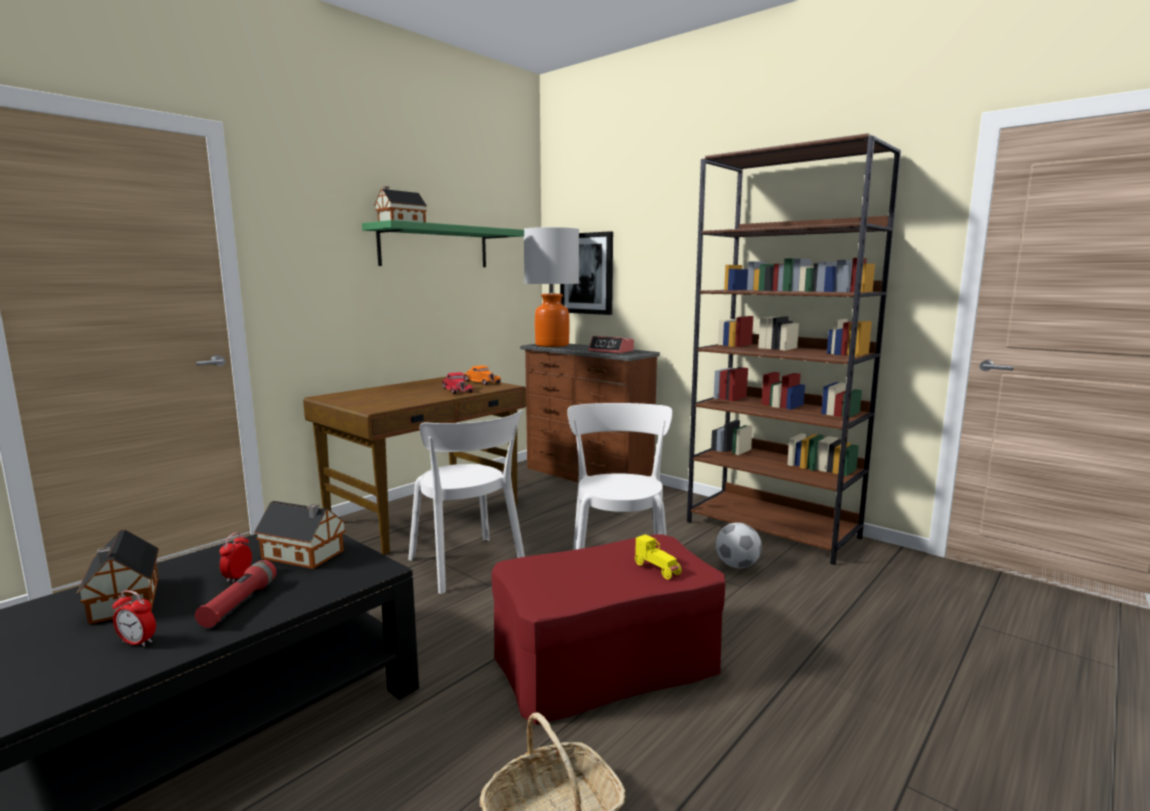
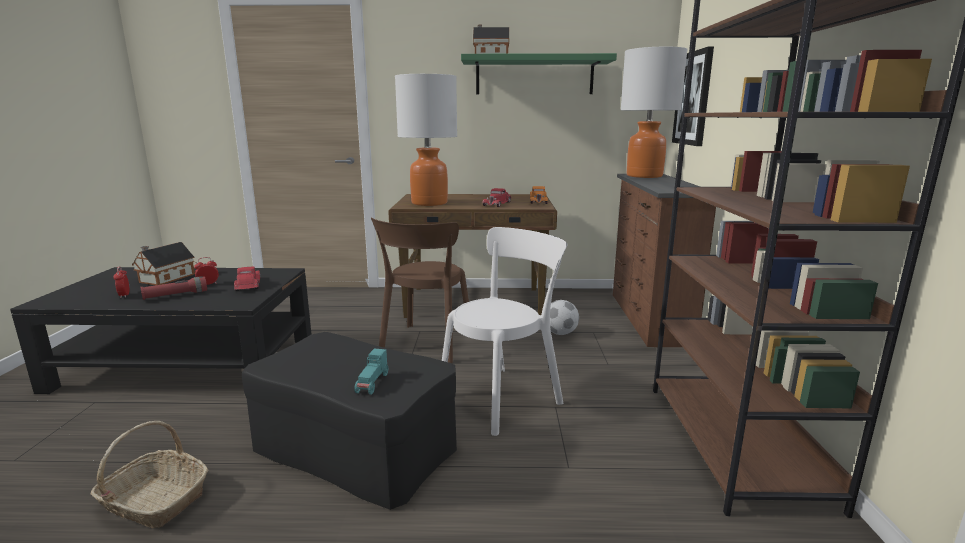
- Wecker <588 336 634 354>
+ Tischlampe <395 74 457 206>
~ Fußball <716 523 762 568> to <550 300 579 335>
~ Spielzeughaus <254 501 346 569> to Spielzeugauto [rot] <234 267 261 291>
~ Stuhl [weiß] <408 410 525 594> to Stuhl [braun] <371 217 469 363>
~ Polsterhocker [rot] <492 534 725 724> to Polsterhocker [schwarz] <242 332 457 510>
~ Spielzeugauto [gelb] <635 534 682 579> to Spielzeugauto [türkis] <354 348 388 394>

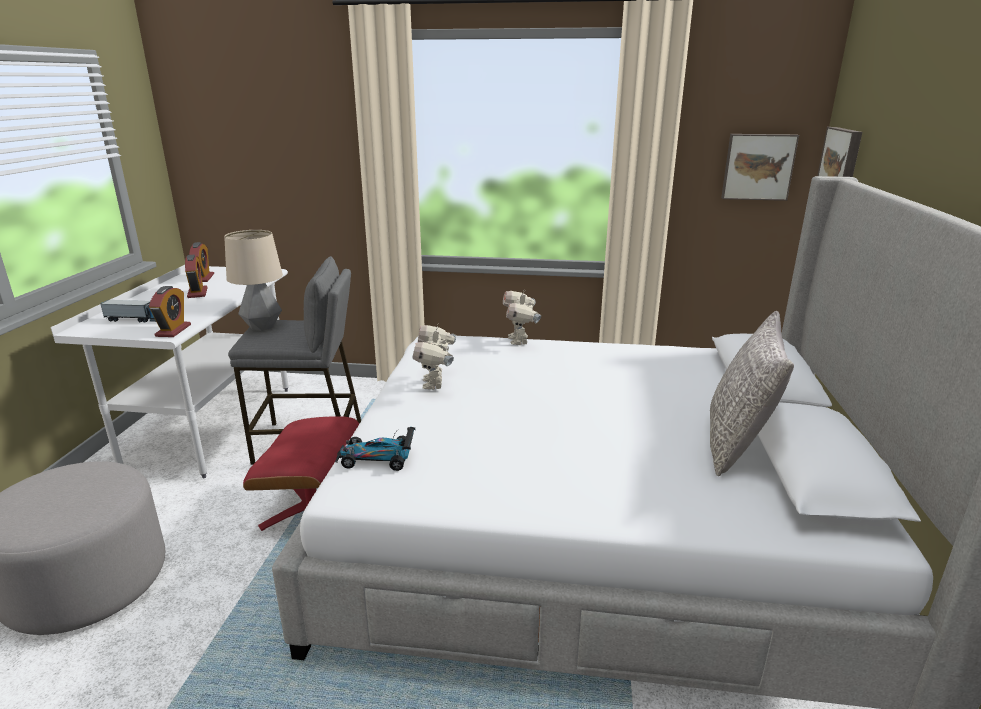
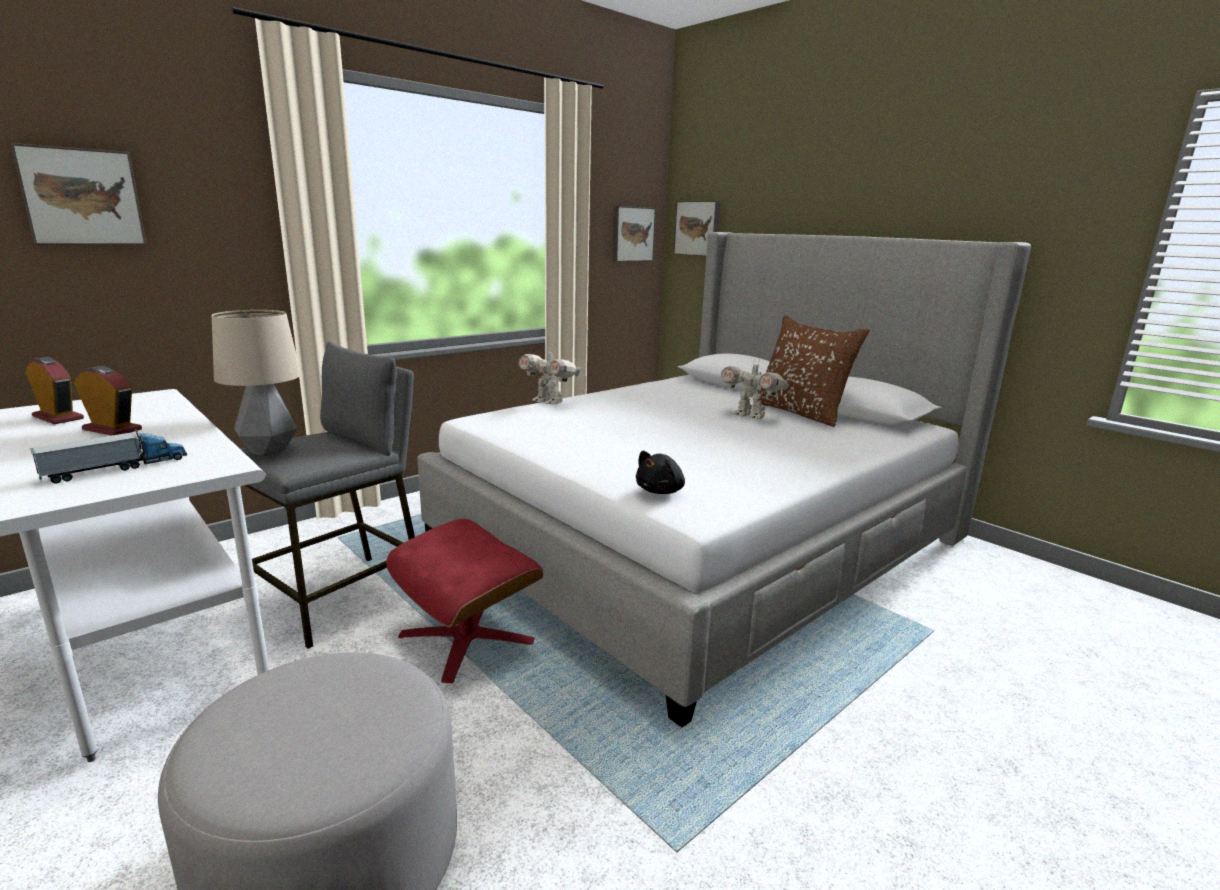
- Wecker <149 286 191 337>
+ Bild <11 143 147 245>
~ Spielzeugroboter <412 325 456 390> to <721 360 788 419>
~ Spielzeugauto <335 427 415 471> to Plüschtier [schwarz] <636 451 685 494>
~ Kissen [grau] <710 311 794 476> to Kissen [braun] <759 315 870 427>

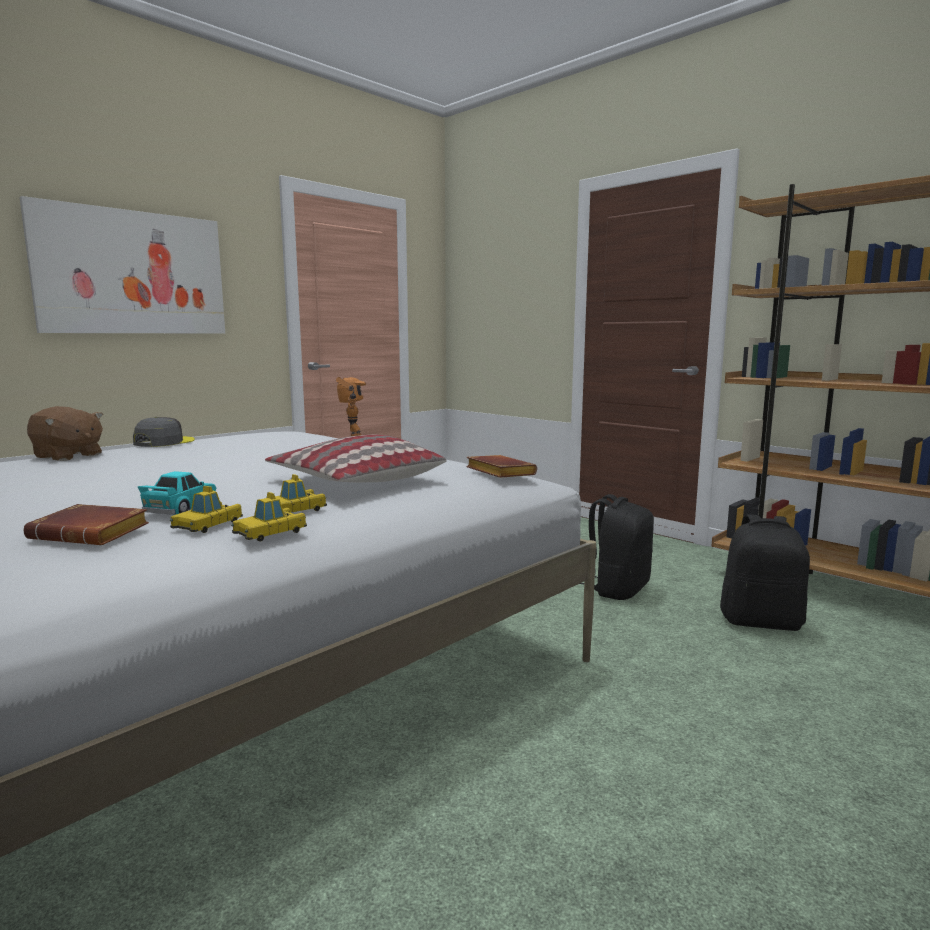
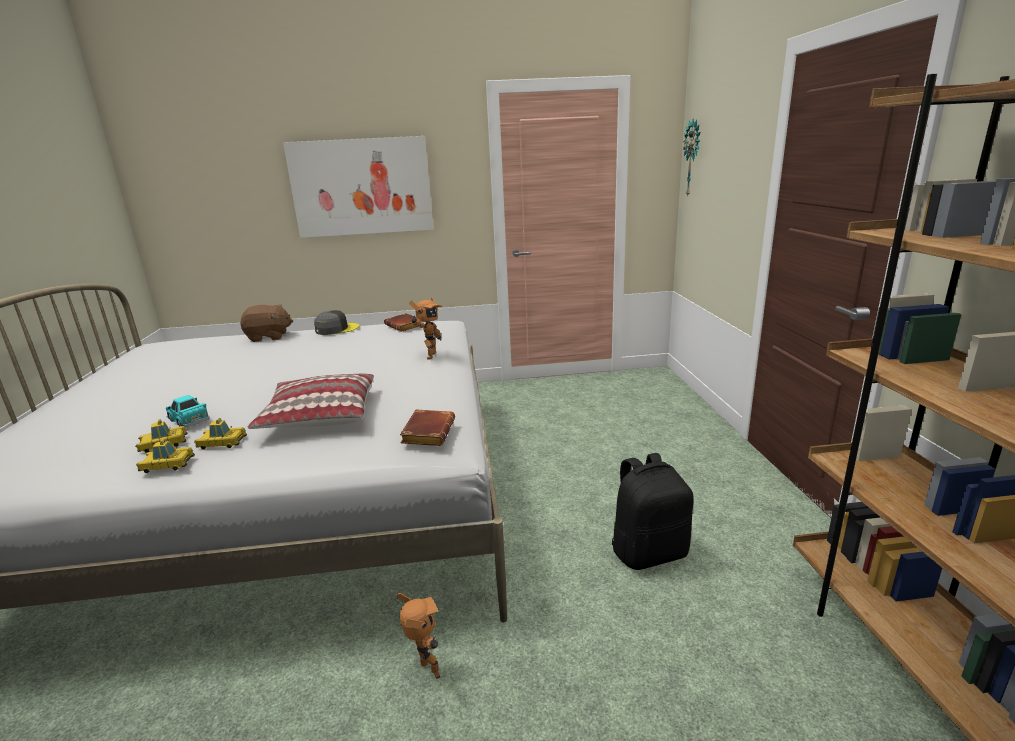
- Rucksack [schwarz] <720 514 810 631>
+ Spielzeugroboter <397 593 440 679>
+ Wanduhr <683 119 700 198>
~ Buch [braun] <24 504 149 545> to <384 313 419 332>
~ Plüschtier [braun] <27 406 103 461> = <240 305 293 342> 75 degrees counterclockwise
~ Spielzeugauto [türkis] <138 471 216 515> = <166 395 210 428> 105 degrees counterclockwise

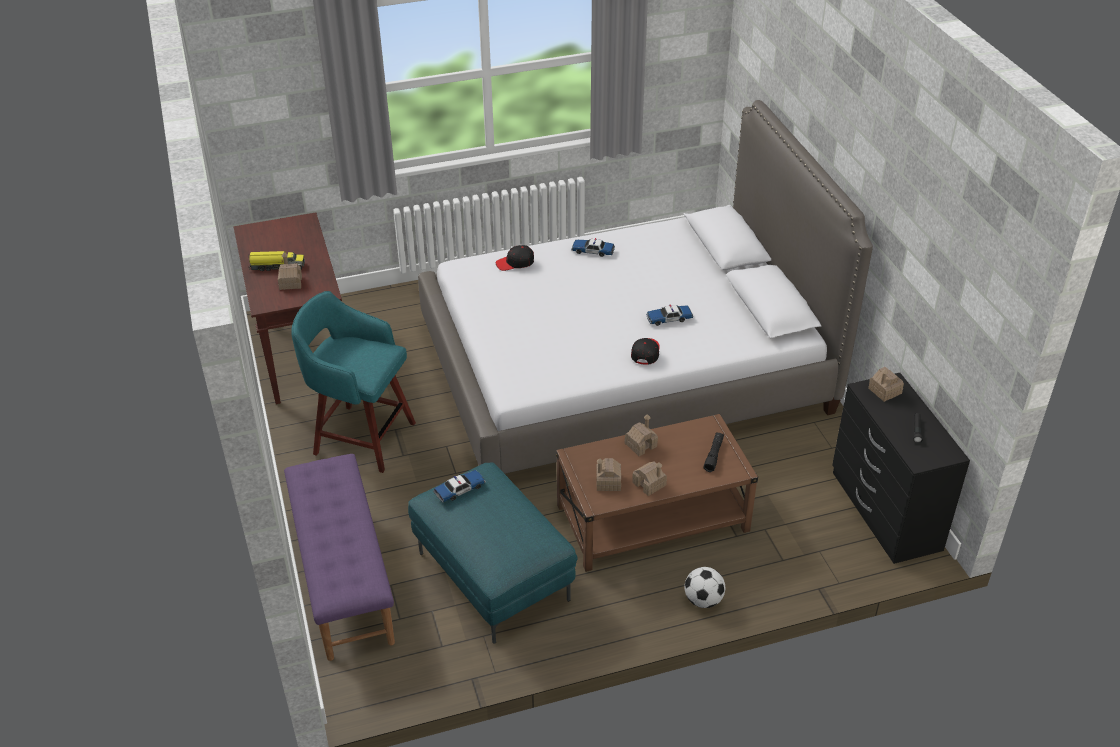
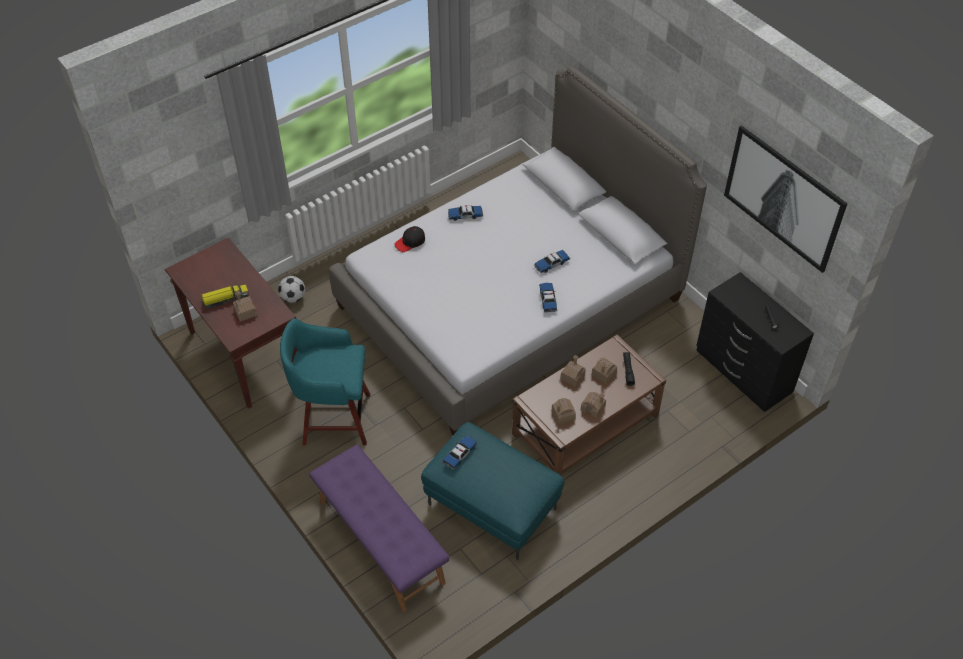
+ Bild <724 125 848 273>
~ Fußball <684 567 725 608> to <278 276 305 303>
~ Spielzeughaus <868 367 904 402> to <592 358 617 384>
~ Kappe [schwarz] <631 338 660 365> to Spielzeugauto <539 283 557 312>

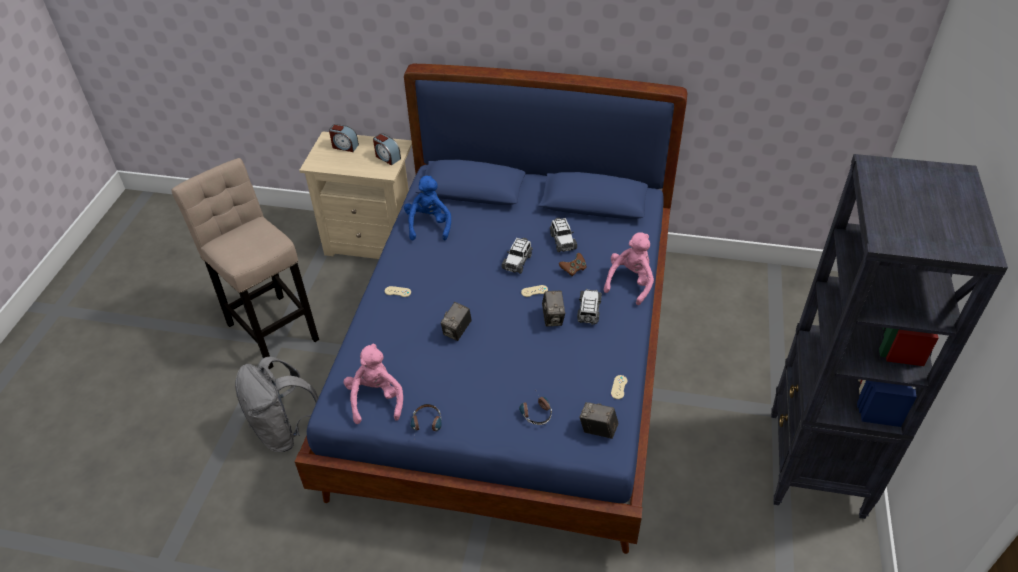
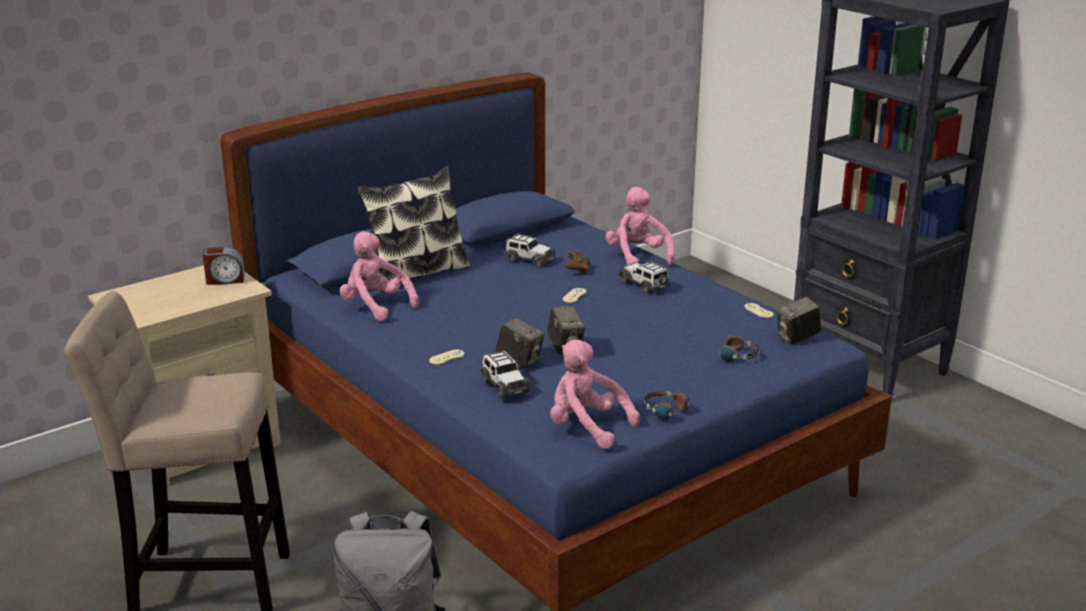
- Wecker <329 124 359 152>
+ Kissen <357 166 470 292>
~ Spielzeugauto <501 238 533 274> to <480 350 531 399>
~ Kamera <542 291 565 327> to <495 317 545 368>
~ Plüschtier [blau] <404 176 451 240> to Plüschtier [rosa] <340 231 419 321>

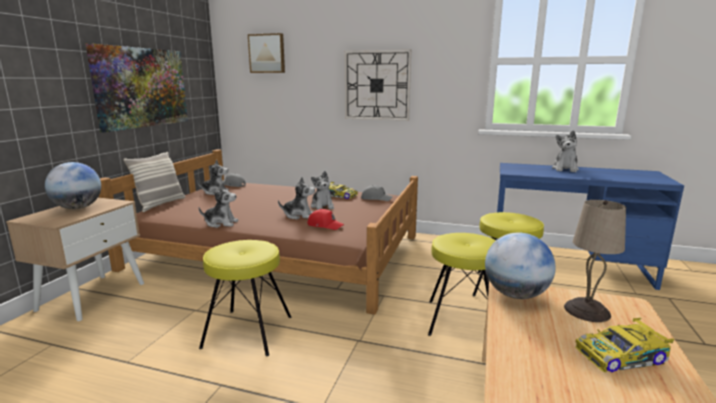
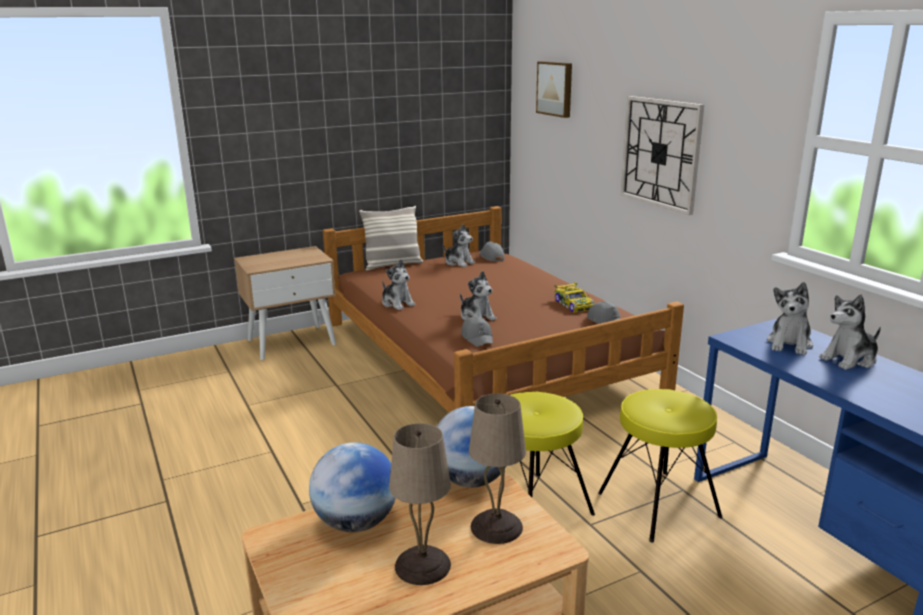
- Bild <85 43 188 132>
- Hocker [gelb] <199 240 291 356>
~ Globus <45 162 101 209> to <309 442 396 532>
~ Plüschtier <311 171 334 210> to <767 282 813 355>
~ Spielzeugauto <575 317 674 373> to Tischlampe [beige] <389 423 451 585>
~ Kappe [rot] <307 209 344 230> to Kappe [grau] <461 316 493 347>

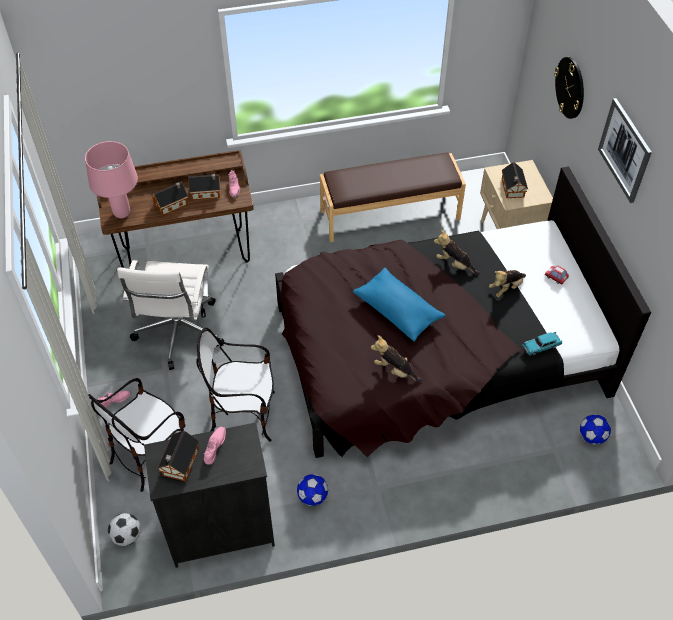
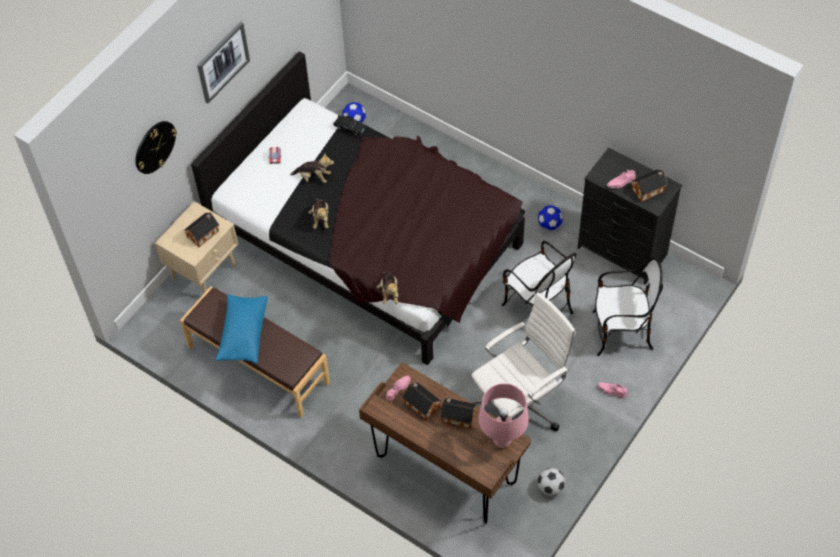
~ Fußball <108 513 141 546> to <537 468 565 496>
~ Kissen [blau] <353 268 446 342> to <216 294 268 364>
~ Plüschtier <371 335 422 383> to <377 272 399 304>
~ Spielzeugauto [türkis] <523 332 562 356> to Spielzeugauto [schwarz] <333 115 366 135>

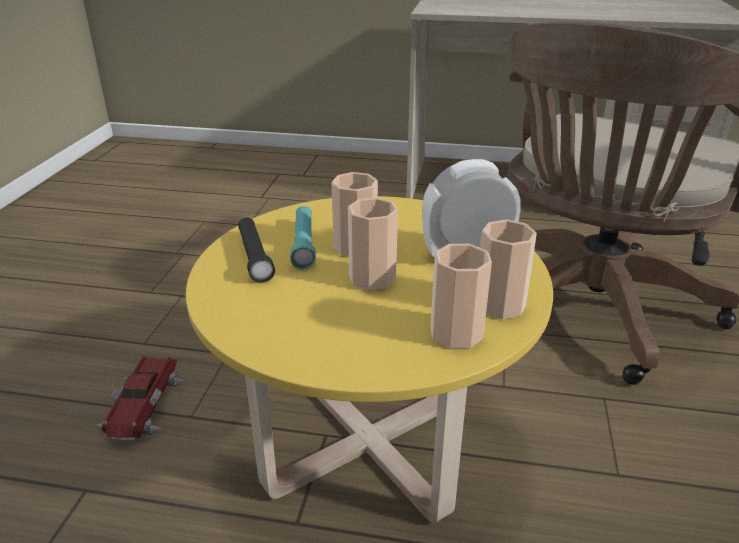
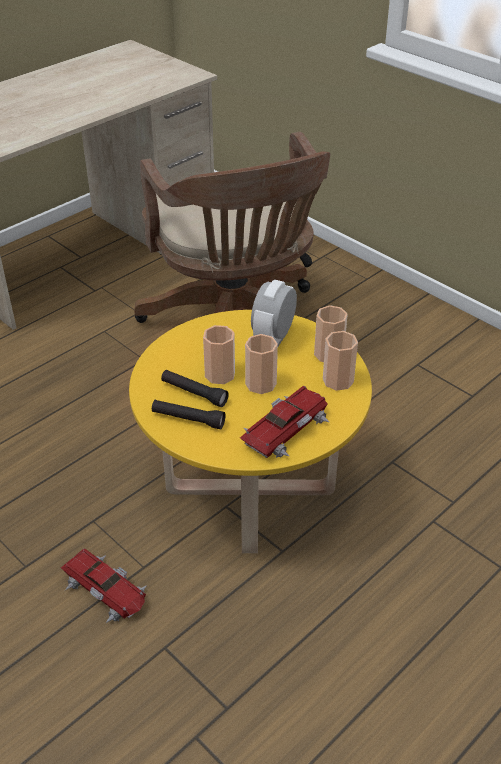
+ Spielzeugauto <240 386 329 458>
~ Taschenlampe [türkis] <290 206 316 270> to Taschenlampe [schwarz] <161 370 229 407>

